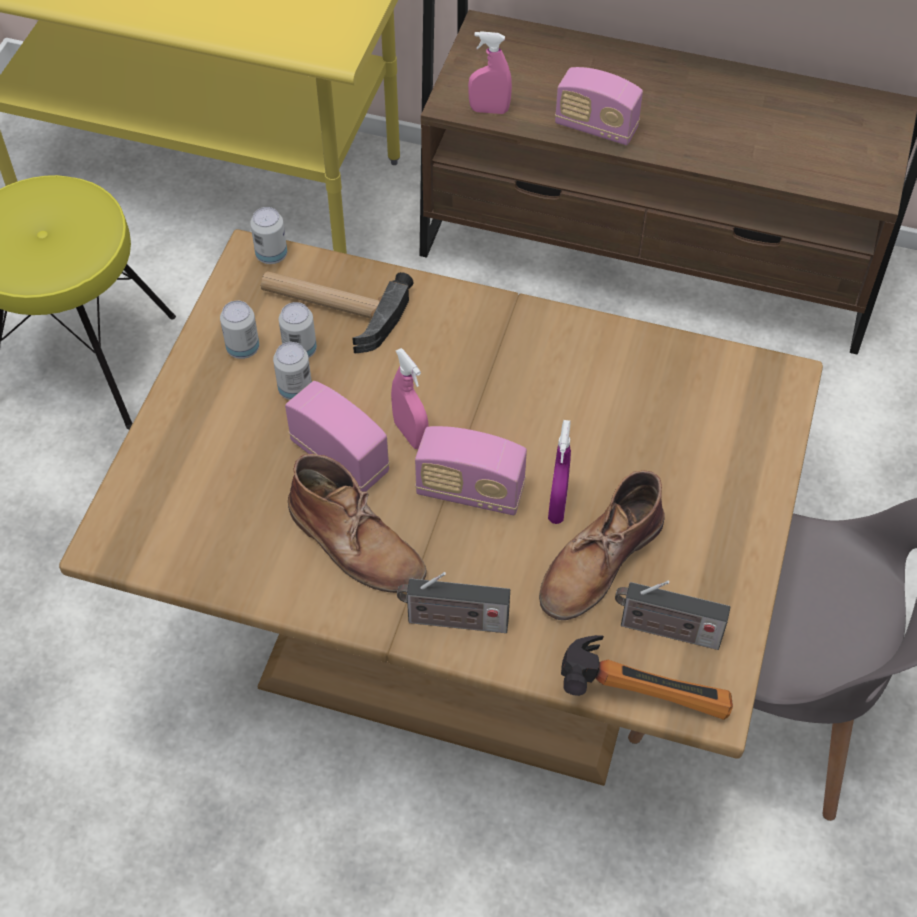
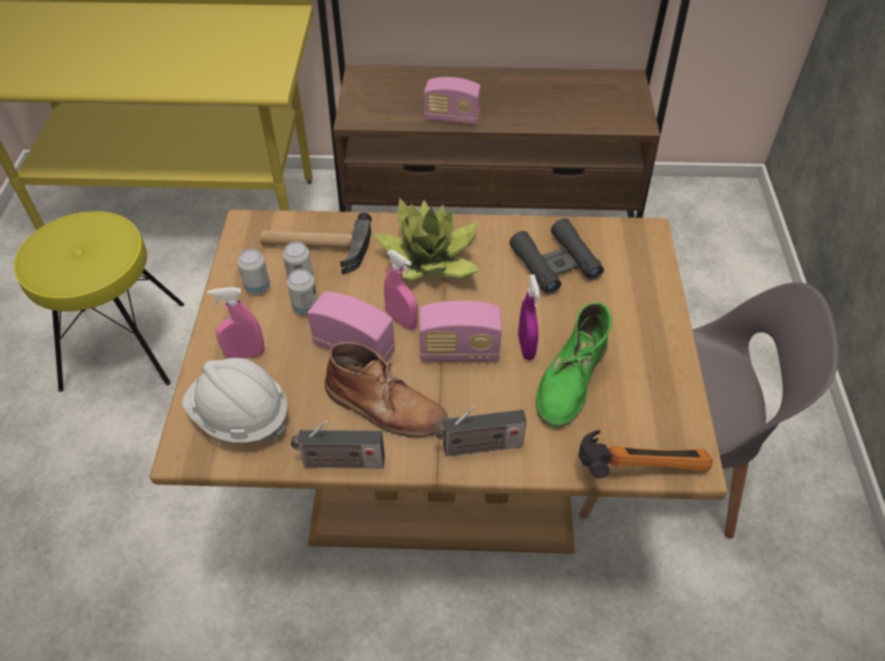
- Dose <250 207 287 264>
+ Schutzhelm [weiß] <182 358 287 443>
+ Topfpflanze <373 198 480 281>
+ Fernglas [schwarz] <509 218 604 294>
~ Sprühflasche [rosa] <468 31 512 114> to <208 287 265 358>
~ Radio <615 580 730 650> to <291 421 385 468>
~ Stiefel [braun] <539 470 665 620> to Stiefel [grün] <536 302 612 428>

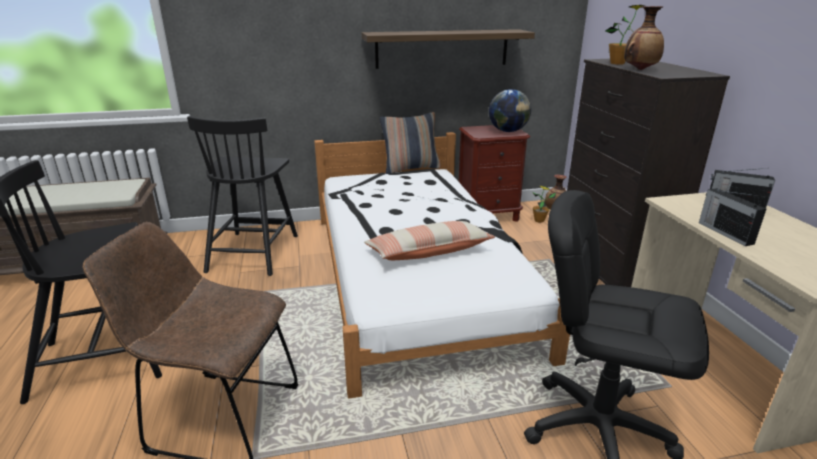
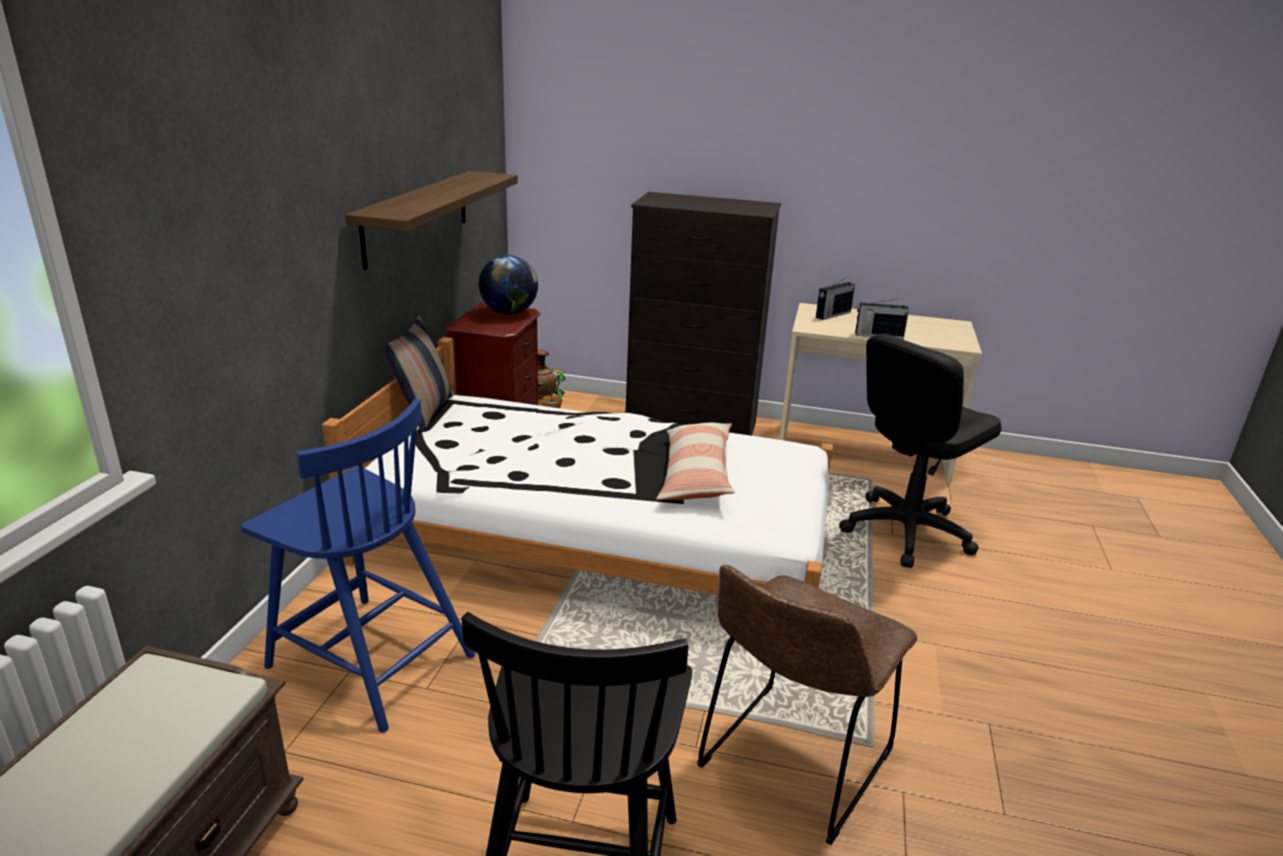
- Topfpflanze <605 5 644 65>
- Vase <624 6 664 70>
~ Stuhl [schwarz] <187 116 298 276> to Stuhl [blau] <241 398 475 733>

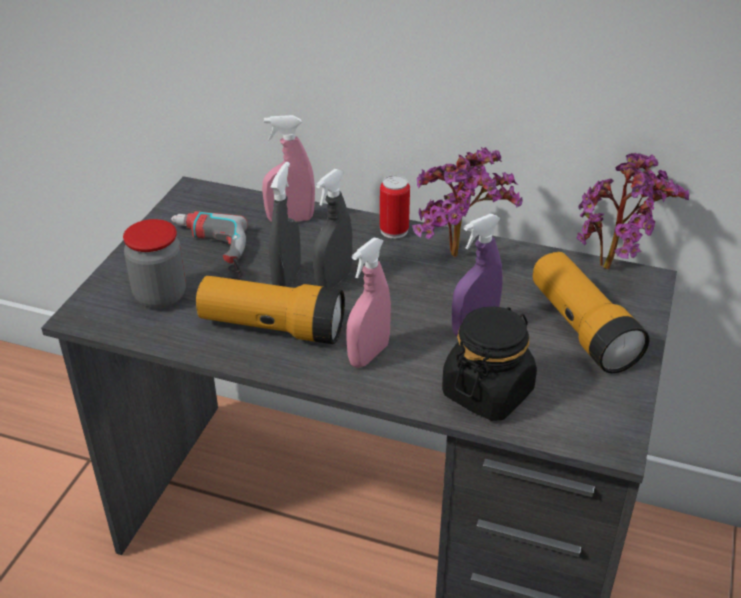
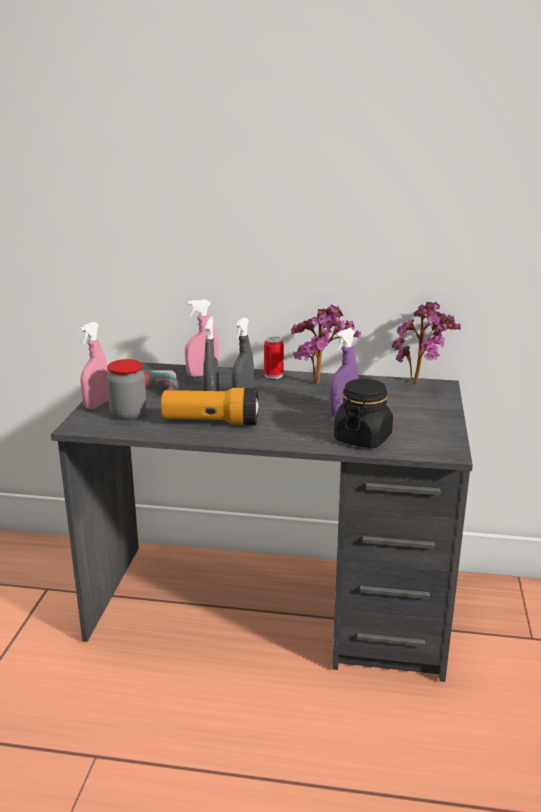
- Taschenlampe <533 252 650 373>
~ Sprühflasche [rosa] <346 237 391 368> to <79 322 109 410>

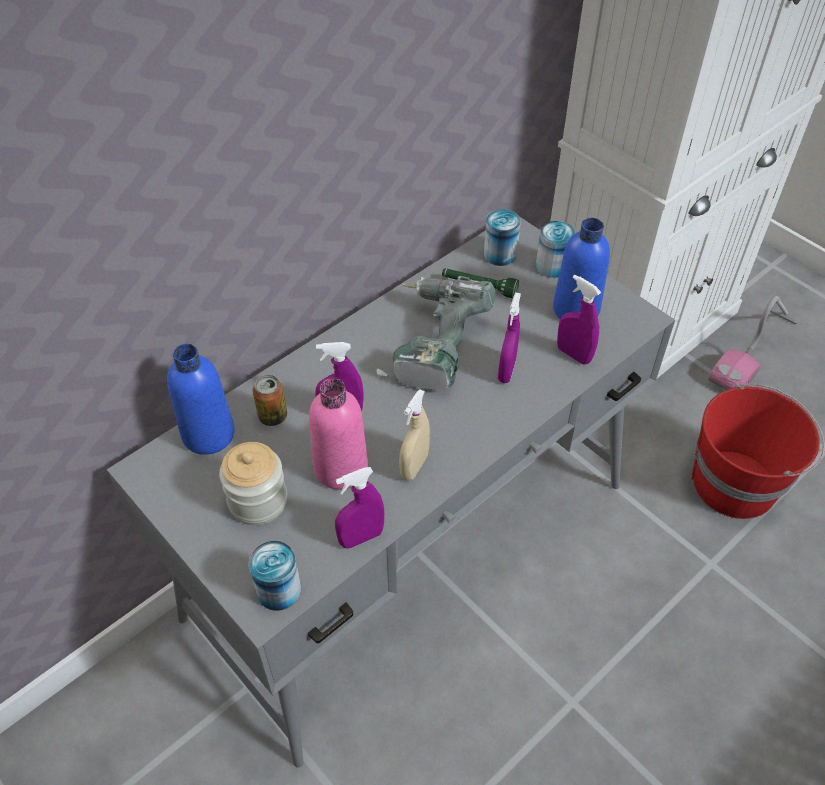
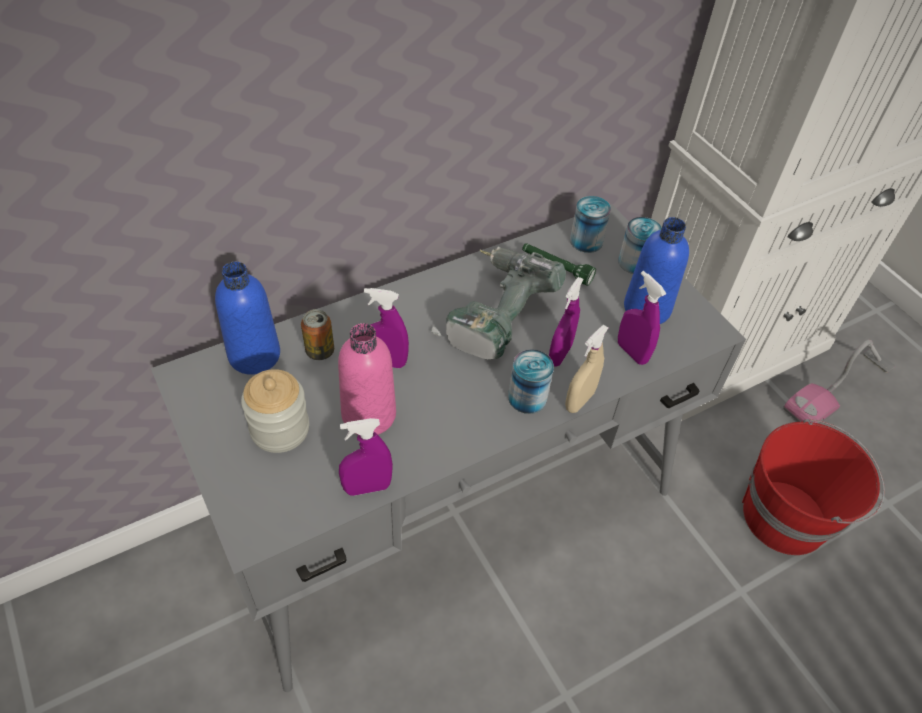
~ Dose <249 541 301 611> to <508 349 554 414>
~ Sprühflasche [beige] <399 389 430 481> to <565 325 608 413>

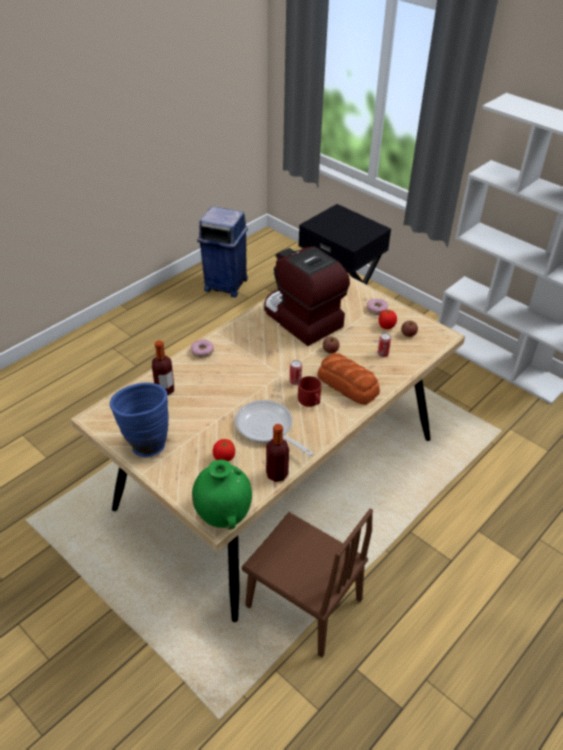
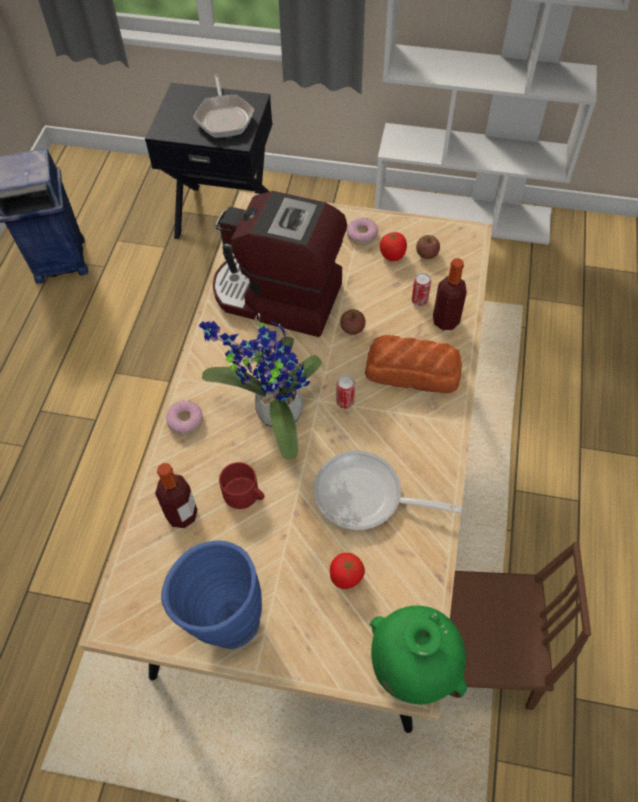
+ Pfanne <193 74 255 138>
+ Topfpflanze <199 313 322 460>
~ Flasche <266 424 289 482> to <433 258 467 330>
~ Henkelbecher [rot] <298 376 321 407> to <219 462 265 509>

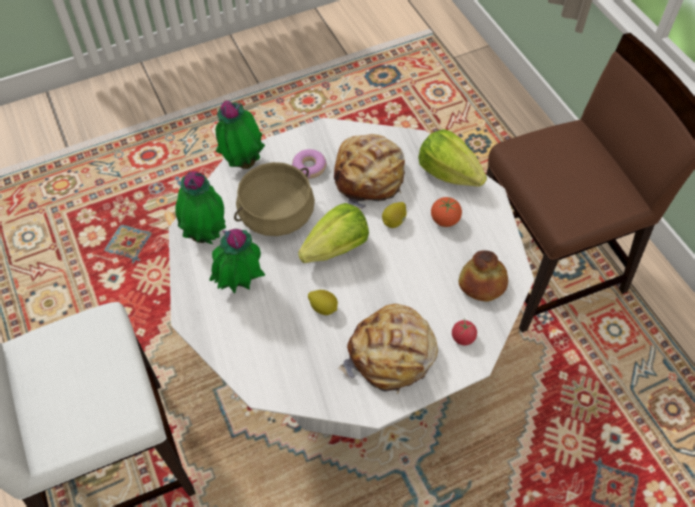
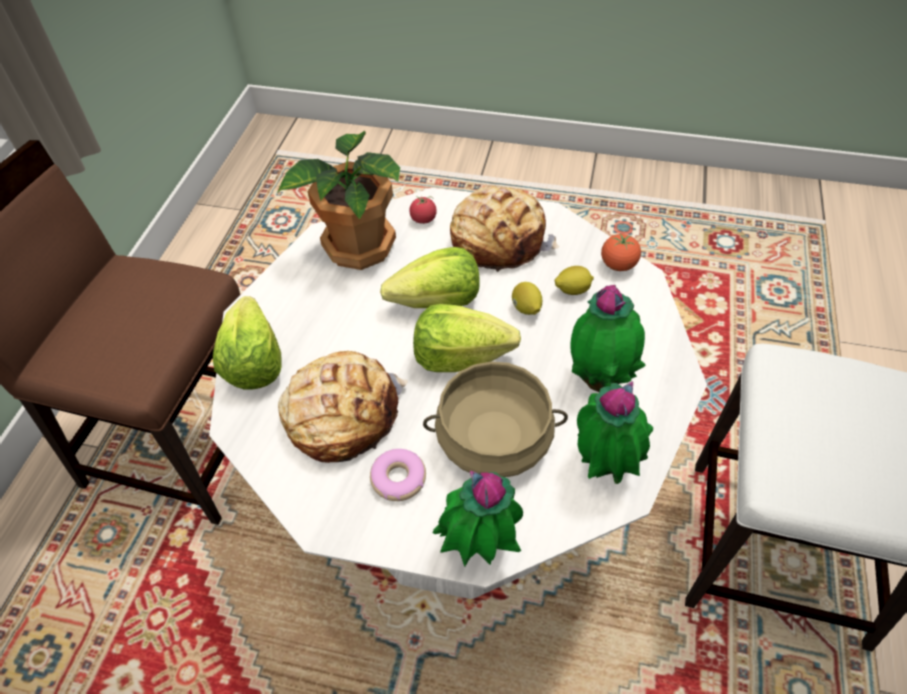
+ Salatkopf <380 247 480 308>
~ Zitrone <382 202 407 228> to <554 266 594 295>
~ Tomate <431 197 462 227> to <601 234 641 271>
~ Brot <459 250 508 302> to Topfpflanze <277 131 400 270>

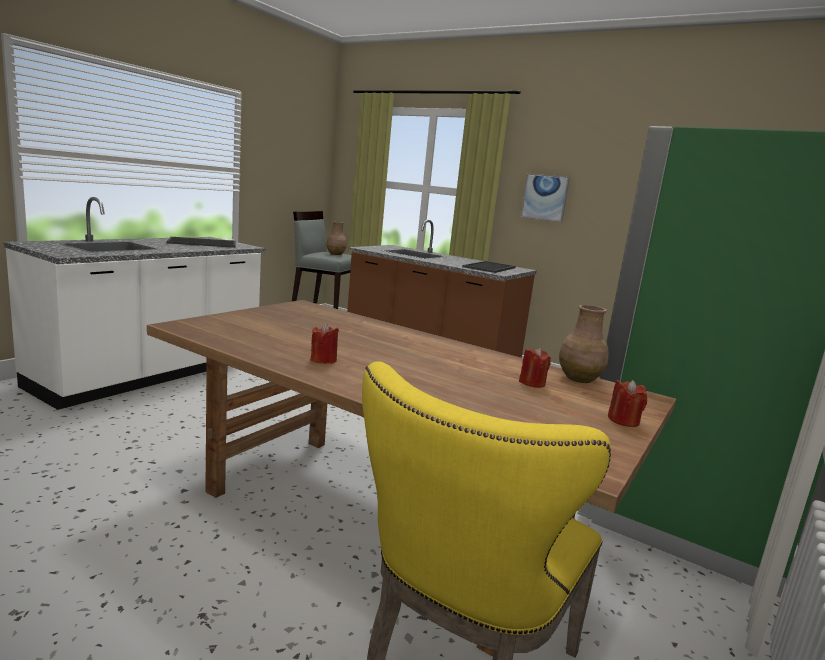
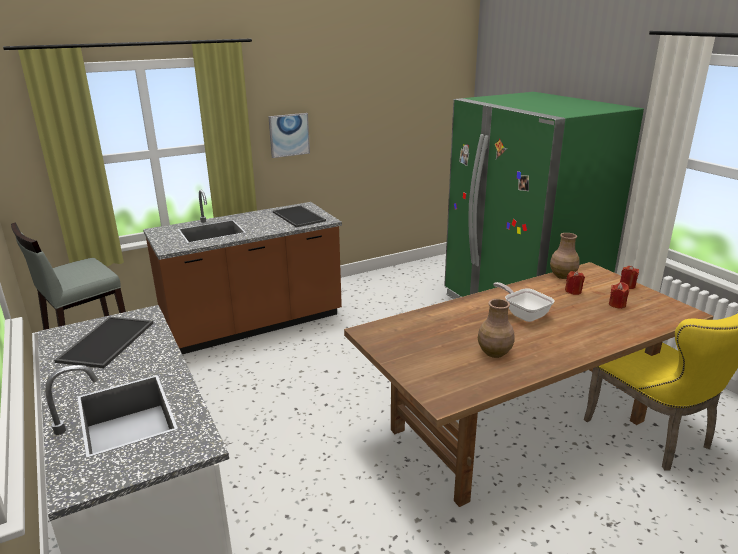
+ Pfanne <493 282 555 322>
~ Kerze [rot] <311 323 339 364> to <609 282 629 309>
~ Vase [braun] <326 222 347 255> to <478 299 514 358>

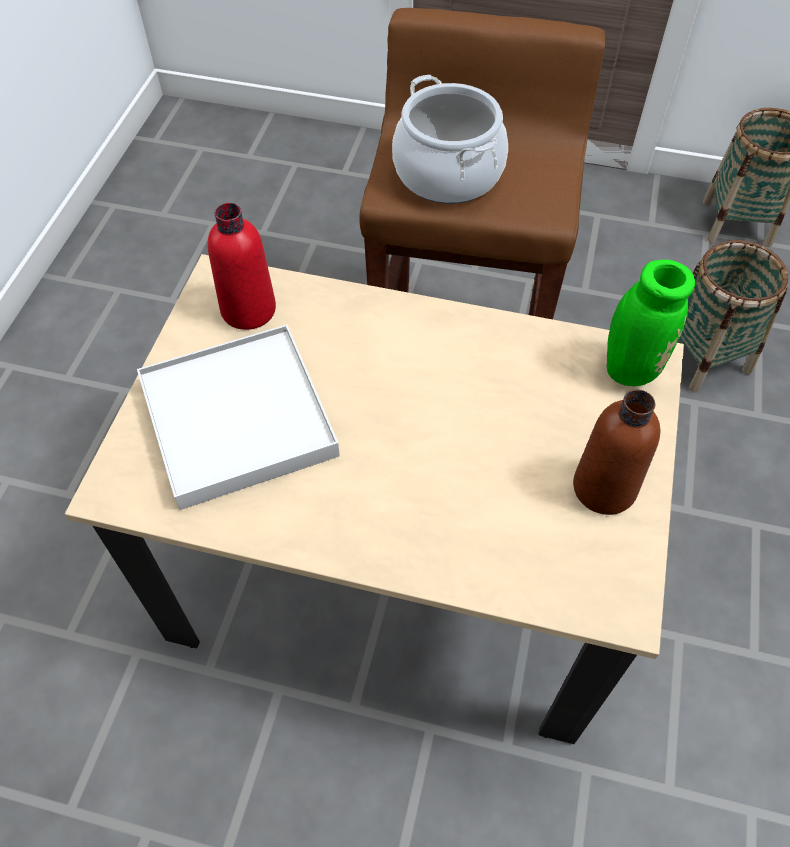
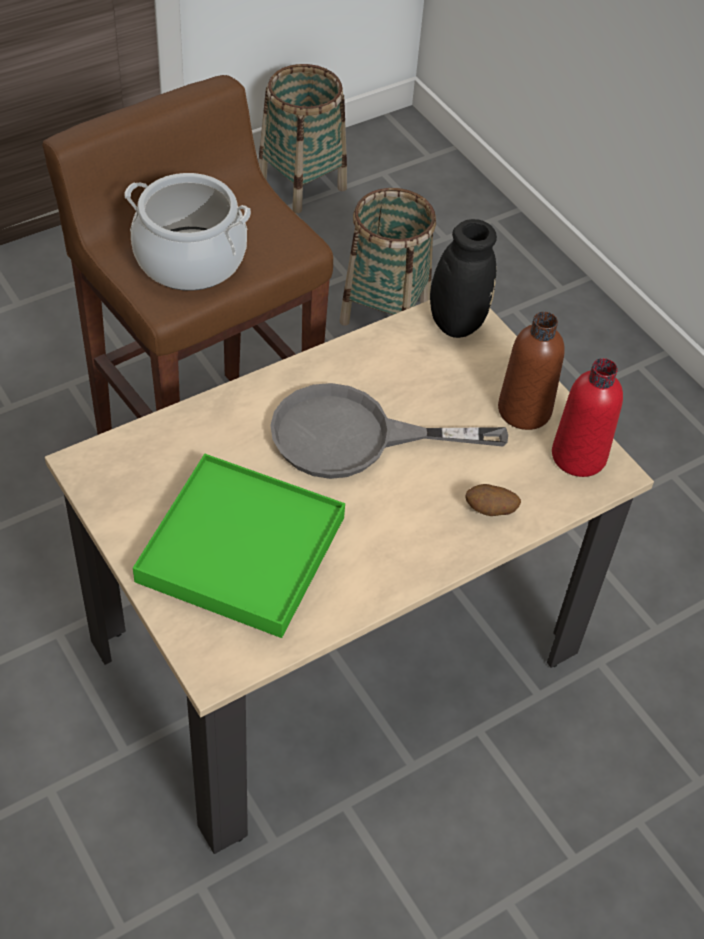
+ Pfanne [grau] <270 383 508 479>
+ Kartoffel <466 484 521 516>
~ Flasche [rot] <208 203 276 330> to <552 358 623 477>
~ Tablett [weiß] <137 325 340 510> to Tablett [grün] <133 454 345 638>
~ Vase [grün] <581 204 695 386> to Vase [schwarz] <374 216 497 338>

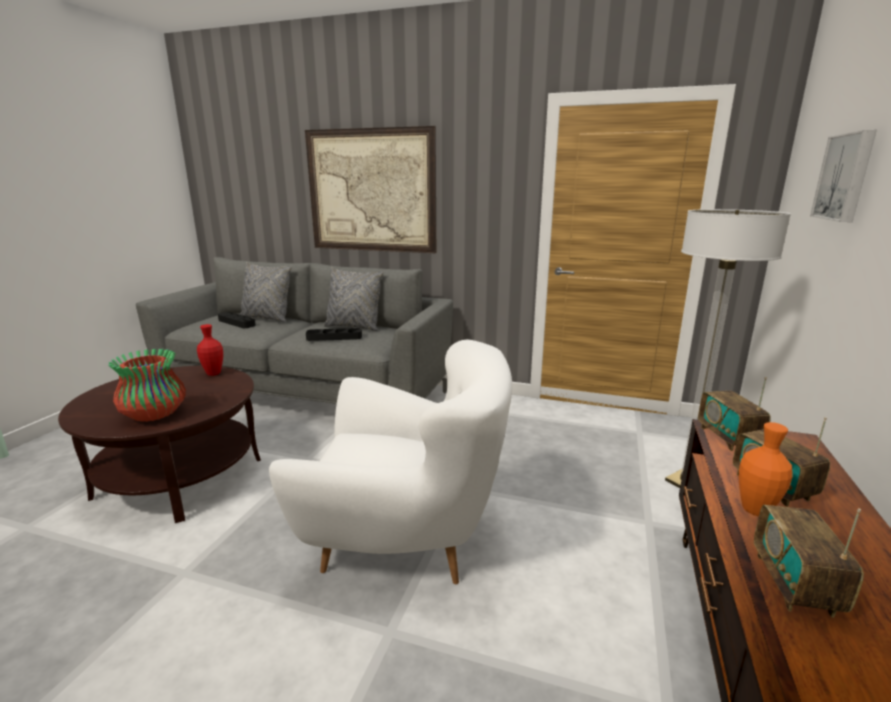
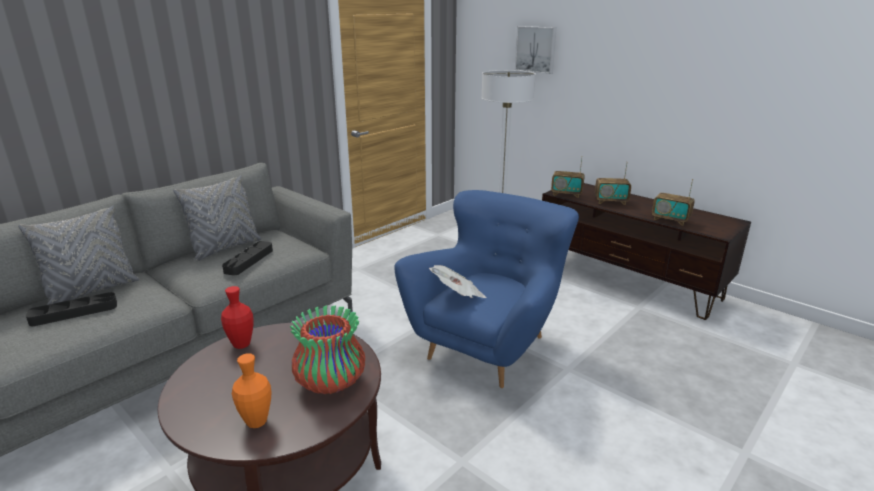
- Bild <305 126 436 253>
+ Zeitung <429 265 487 298>
~ Vase [orange] <739 422 793 516> to <232 353 271 428>
~ Sessel [weiß] <269 340 512 584> to Sessel [blau] <394 190 579 388>

